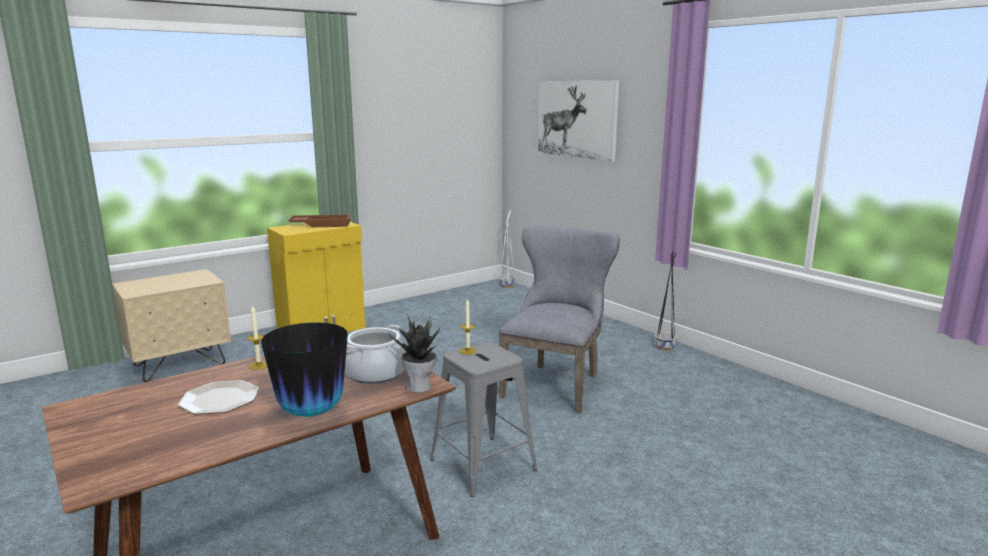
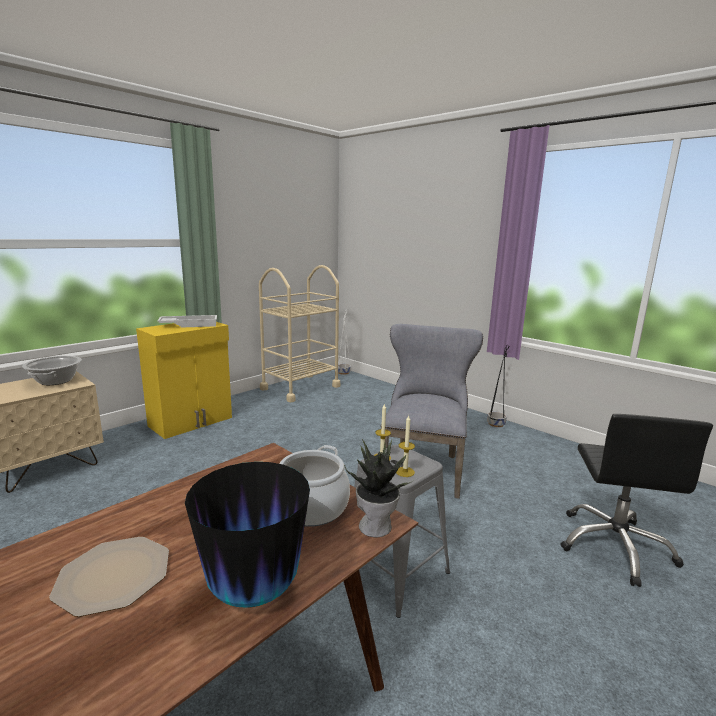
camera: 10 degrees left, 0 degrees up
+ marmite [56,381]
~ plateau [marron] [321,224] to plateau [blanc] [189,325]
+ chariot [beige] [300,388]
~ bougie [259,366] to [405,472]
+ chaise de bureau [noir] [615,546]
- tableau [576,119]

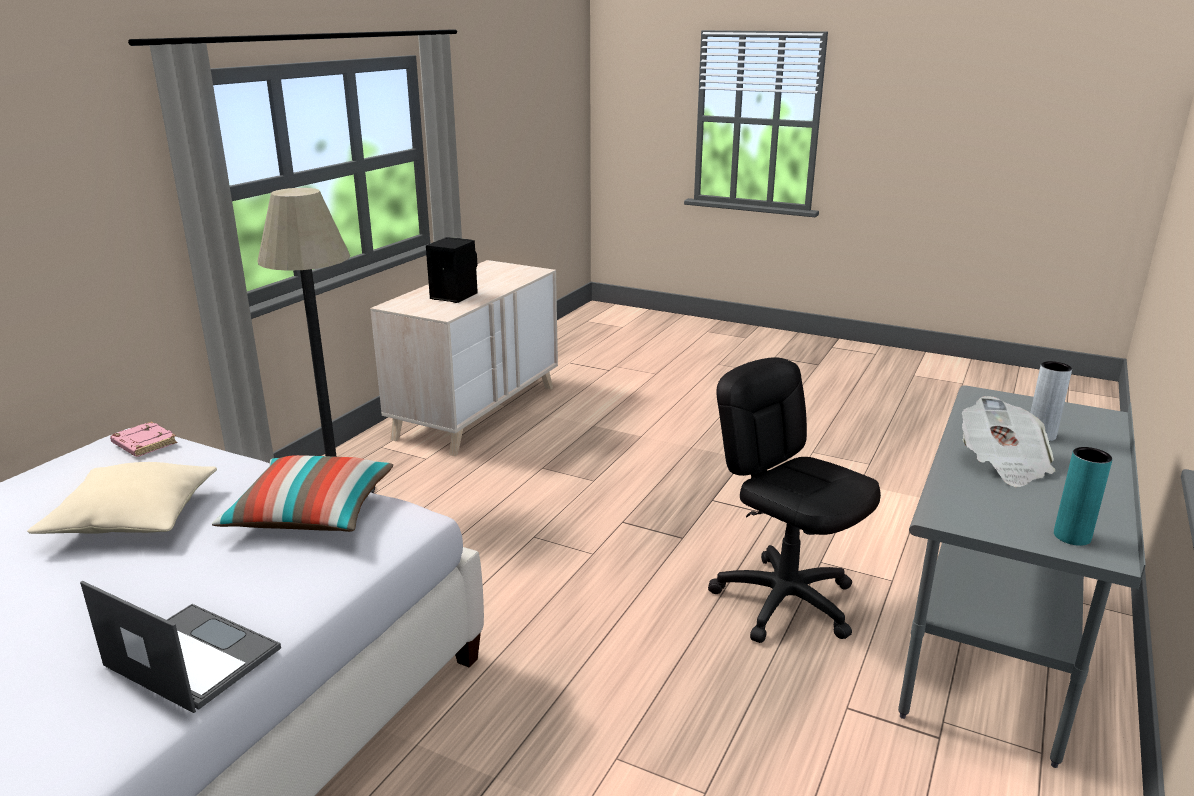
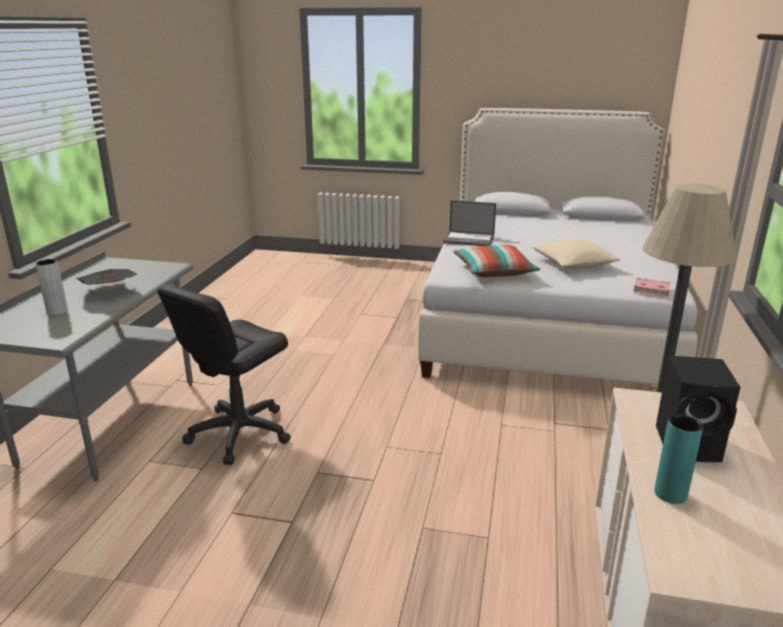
camera: 165 degrees right, 0 degrees up
~ chaise de bureau [noir] [784,601] = [239,433] 90 degrees clockwise
~ vase [turquoise] [1072,536] to [670,494]

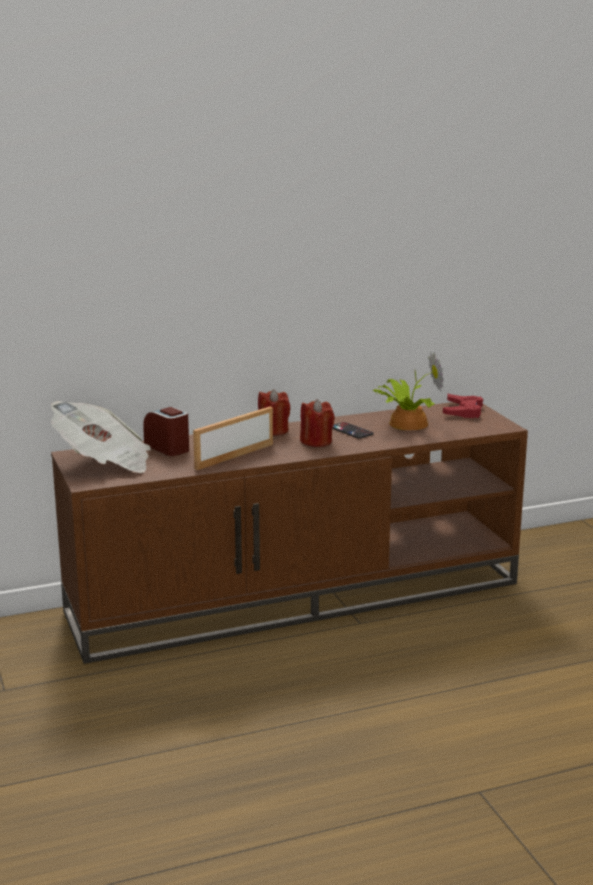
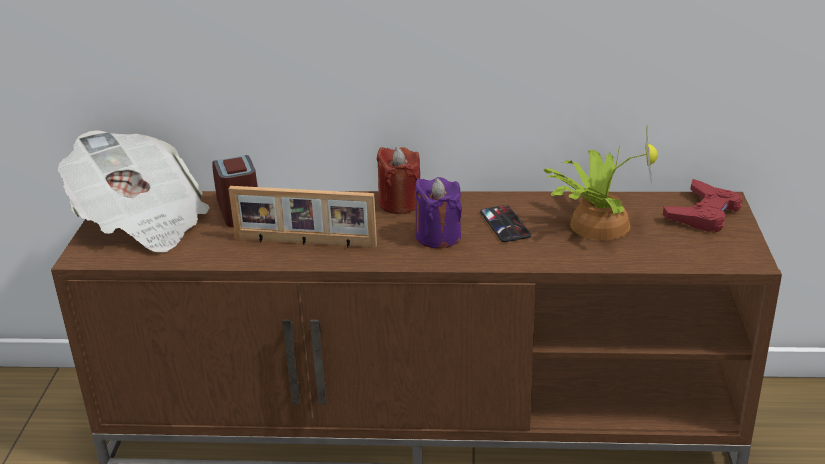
camera: 25 degrees right, 10 degrees up
~ cadre photo [233,456] = [305,243] 150 degrees counterclockwise
~ bougie [rouge] [316,442] to bougie [violet] [438,237]

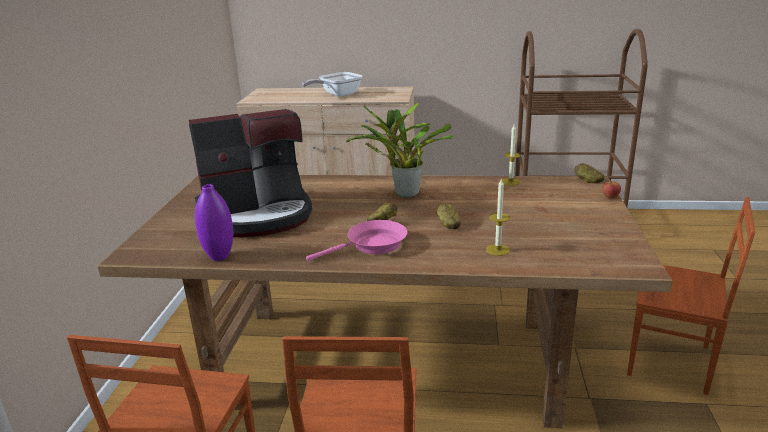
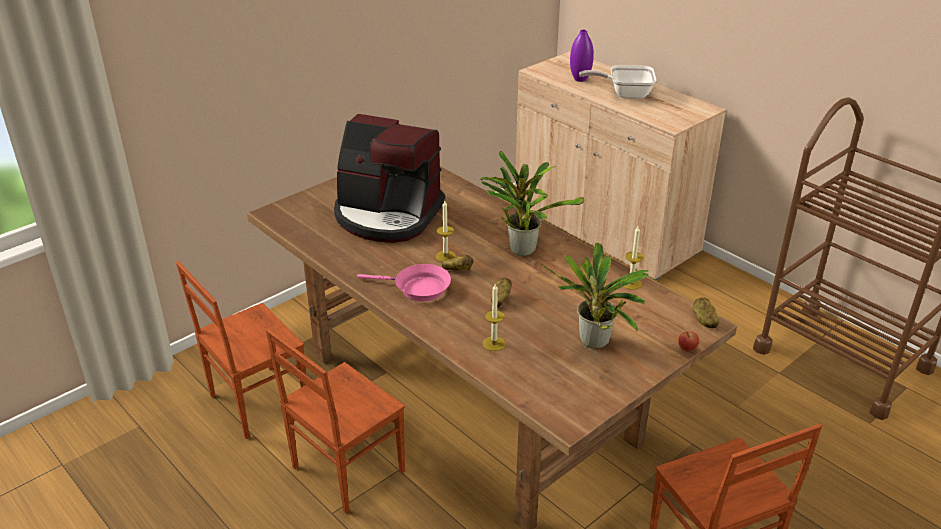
camera: 40 degrees right, 10 degrees up
+ bougie [445,256]
+ plante en pot [594,344]
~ vase [violet] [219,257] to [580,79]

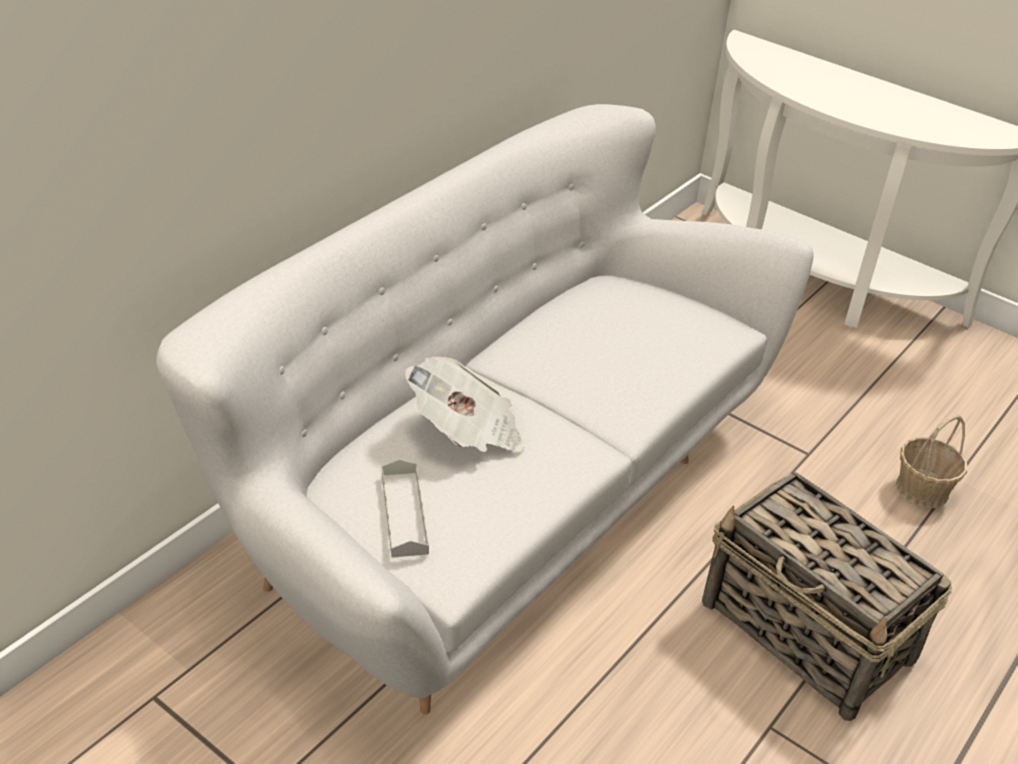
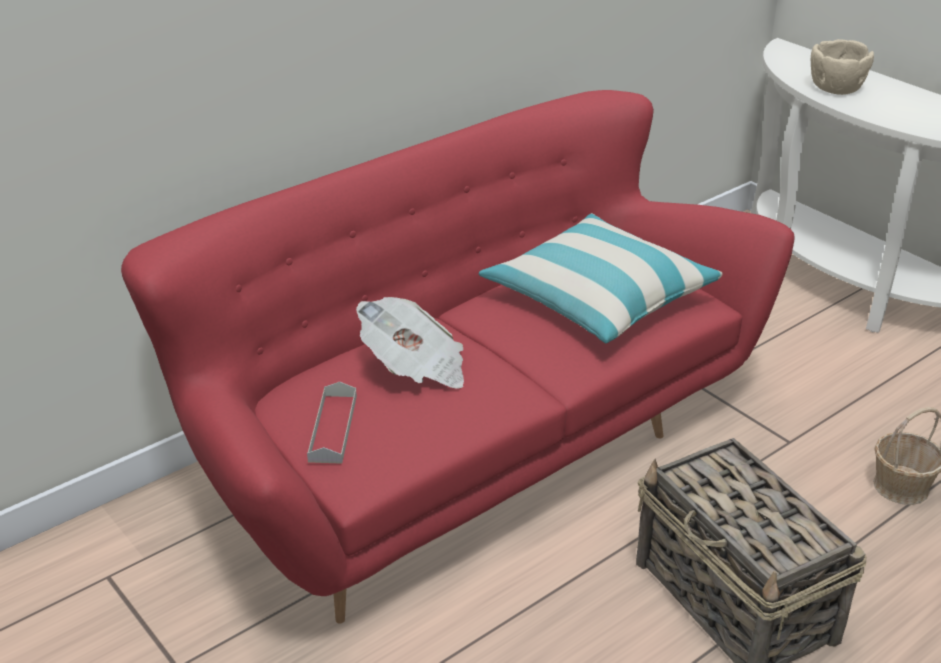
camera: 15 degrees right, 5 degrees down
~ canapé [blanc] [502,496] to canapé [rouge] [471,447]
+ coussin [598,297]
+ bol [beige] [835,88]

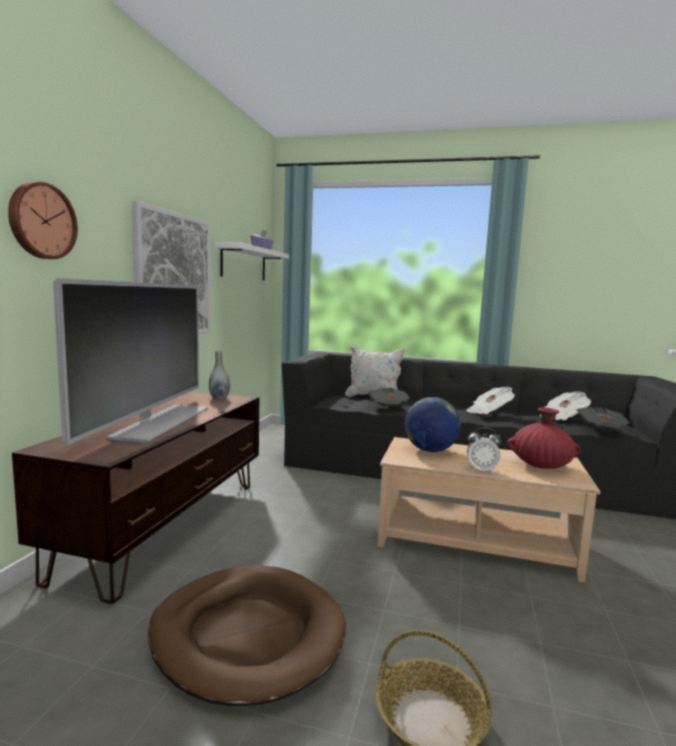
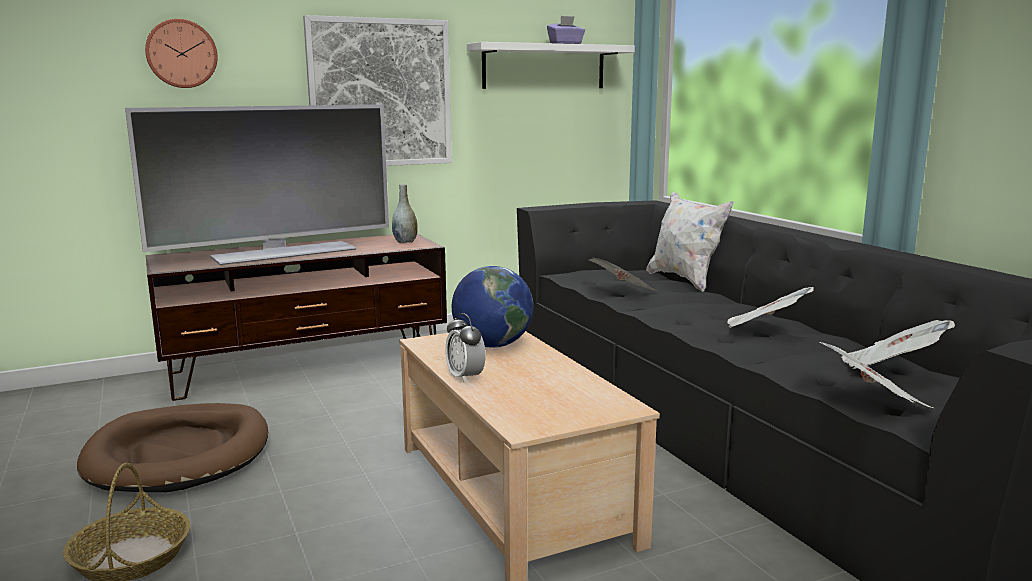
camera: 50 degrees right, 5 degrees up
- vase [rouge] [541,465]

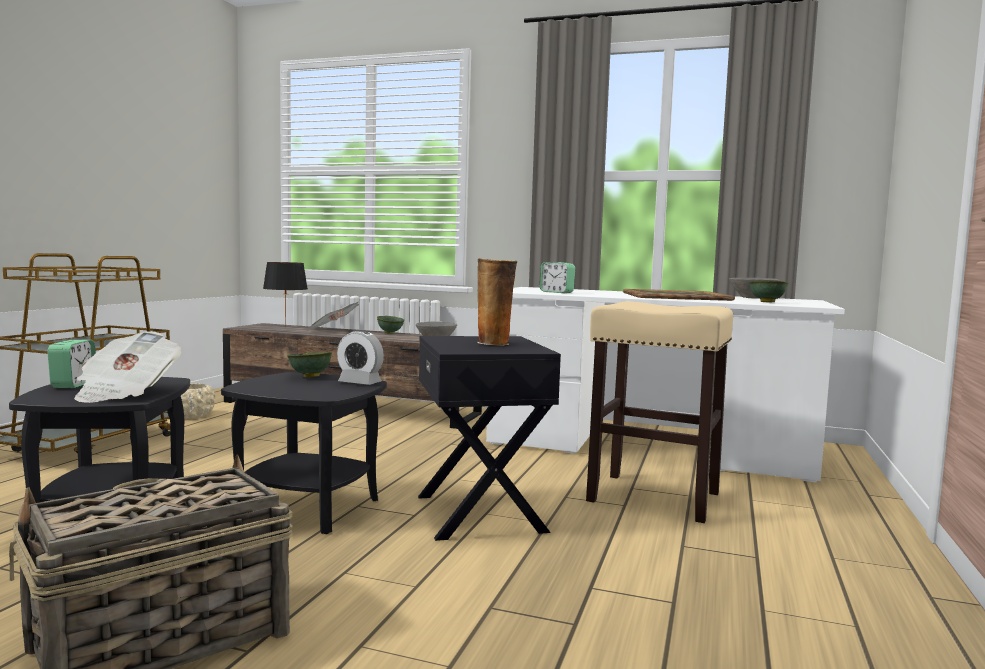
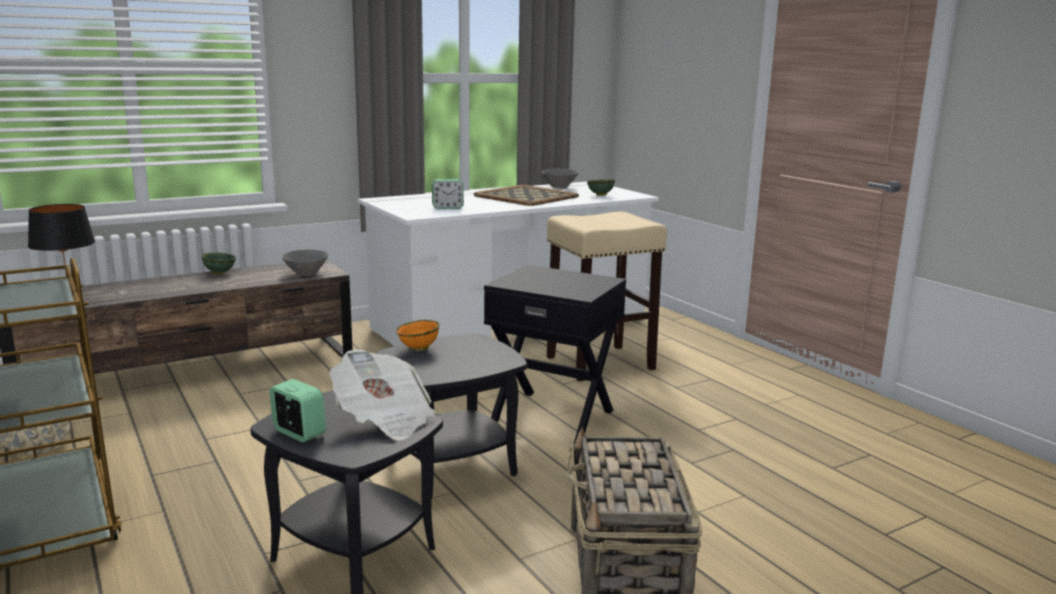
camera: 50 degrees left, 10 degrees up
~ bol [vert] [309,377] to bol [orange] [419,349]
- journal [333,330]
- réveil [359,382]
- vase [495,343]

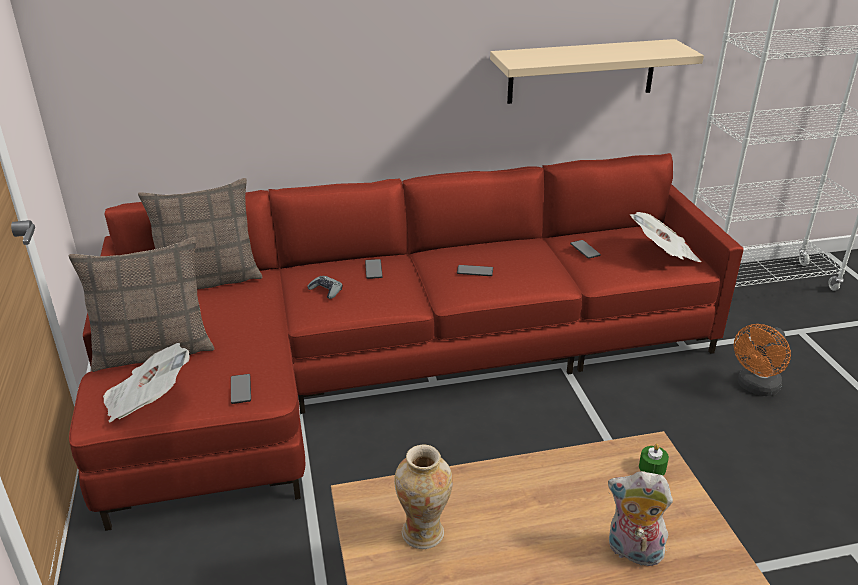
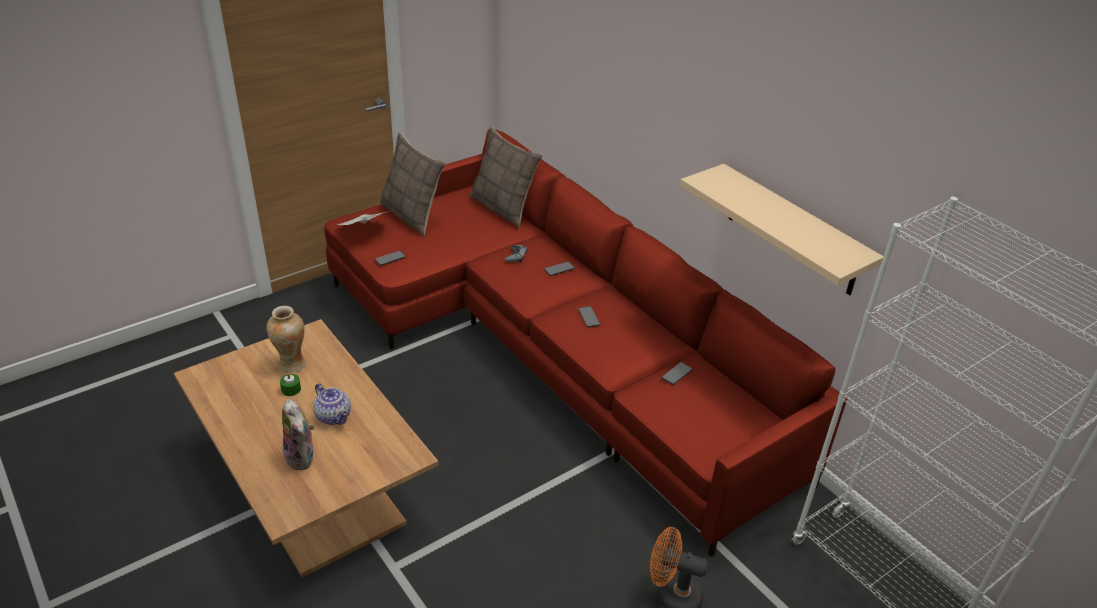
camera: 65 degrees right, 5 degrees up
~ bougie [vert] [652,468] to [291,389]
~ peluche [632,552] = [302,457] 150 degrees clockwise
+ théière [334,417]
- journal [663,254]

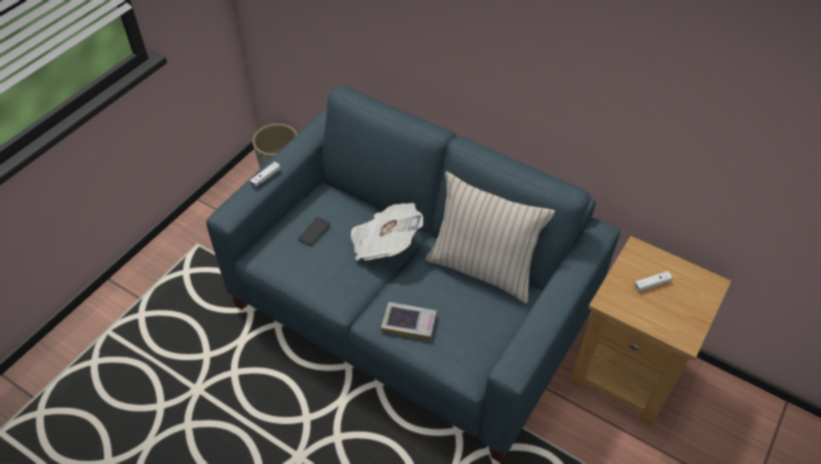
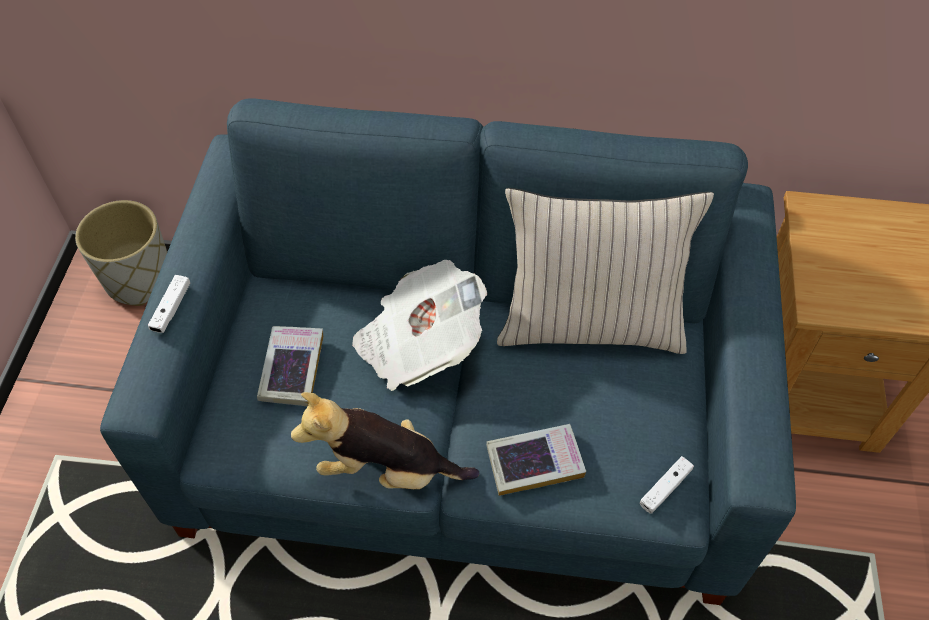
camera: 25 degrees left, 5 degrees up
~ téléphone [314,231] to livre [292,369]
+ peluche [387,469]
~ manette [blanc] [652,284] to [665,488]

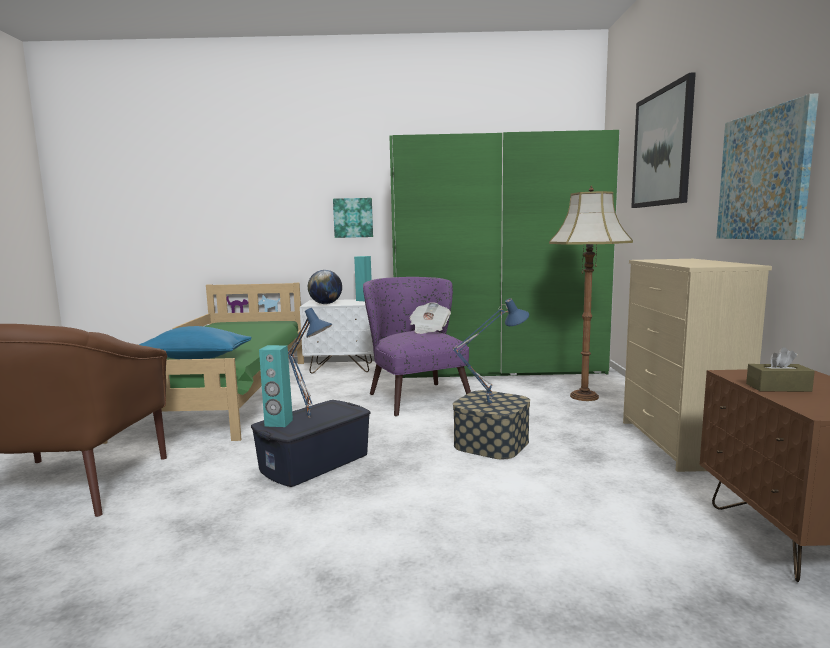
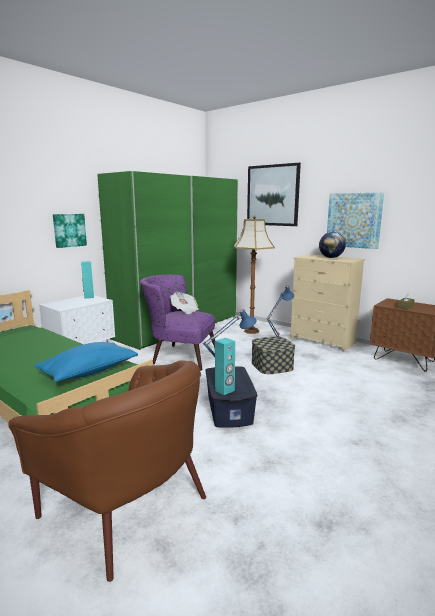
camera: 50 degrees left, 5 degrees up
~ globe [325,304] to [331,257]

